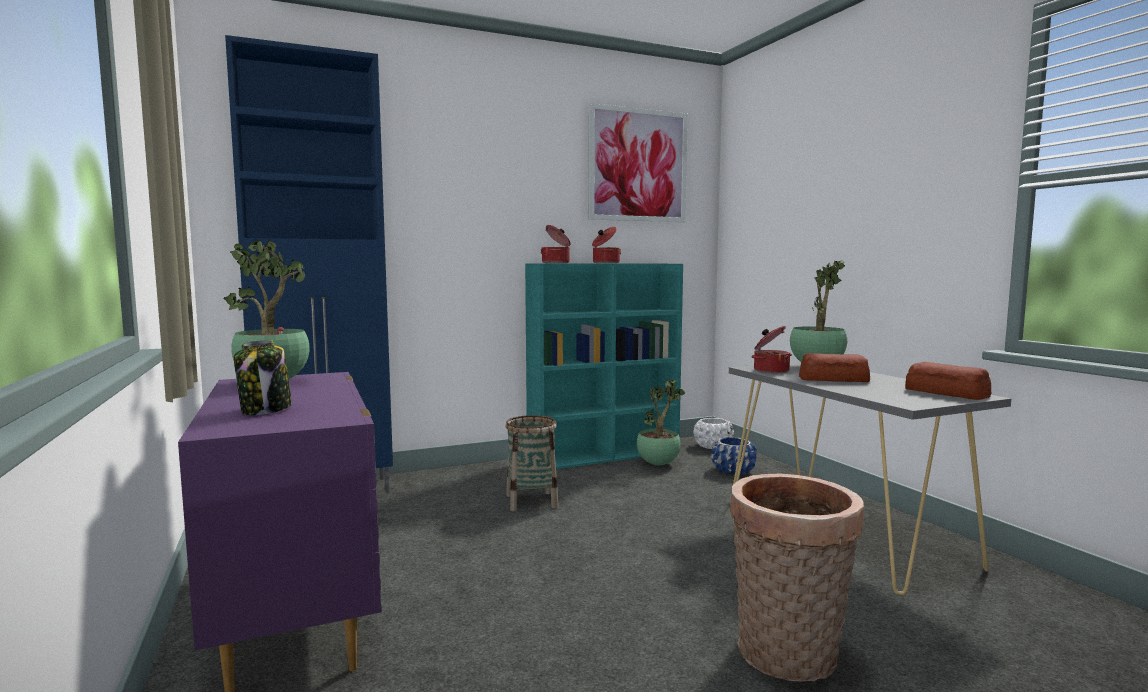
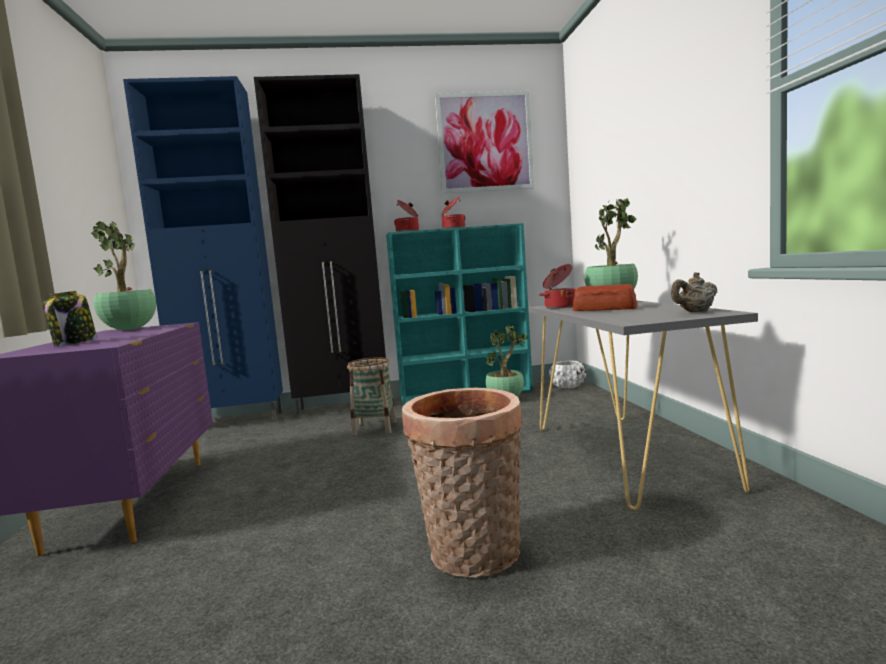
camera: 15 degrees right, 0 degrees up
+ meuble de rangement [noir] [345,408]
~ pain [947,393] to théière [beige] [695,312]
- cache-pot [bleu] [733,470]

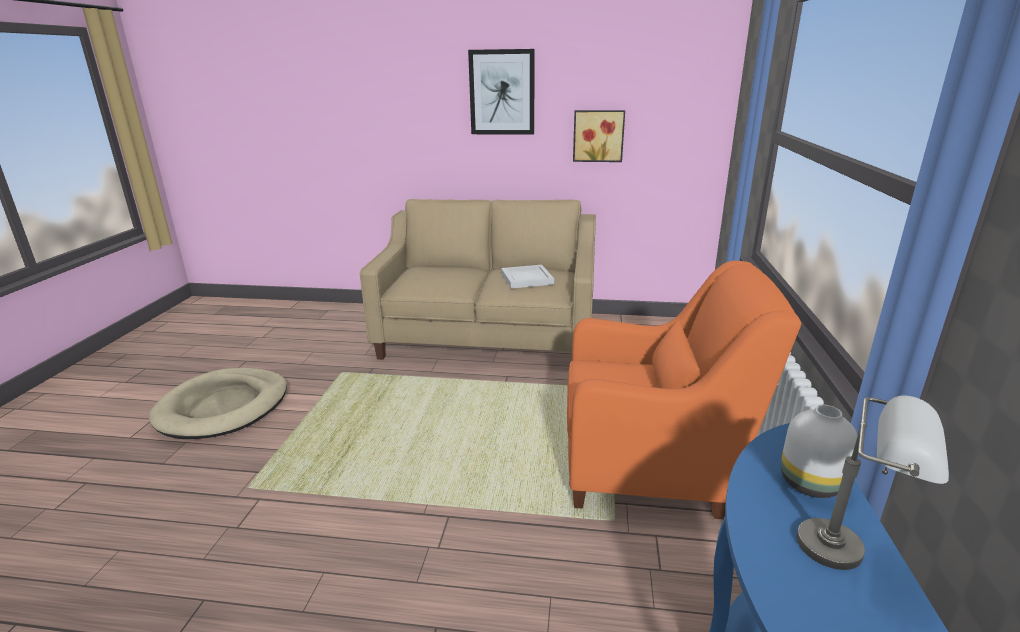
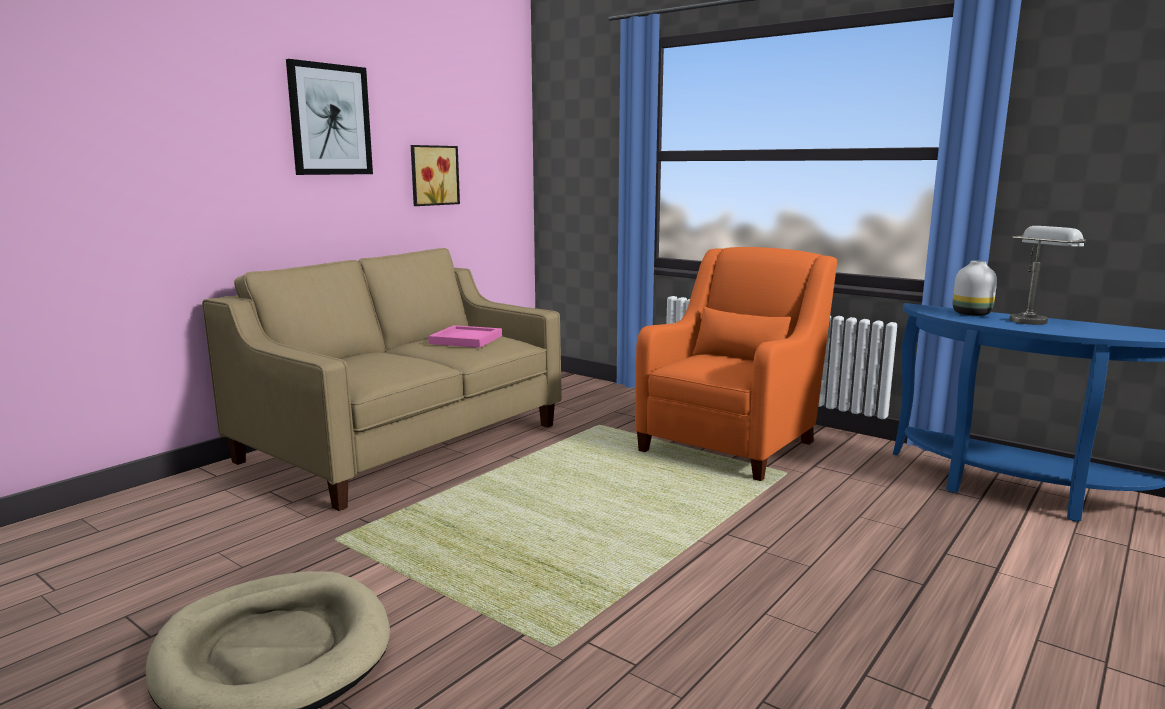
camera: 60 degrees left, 10 degrees down
~ plateau [blanc] [527,278] to plateau [rose] [465,339]

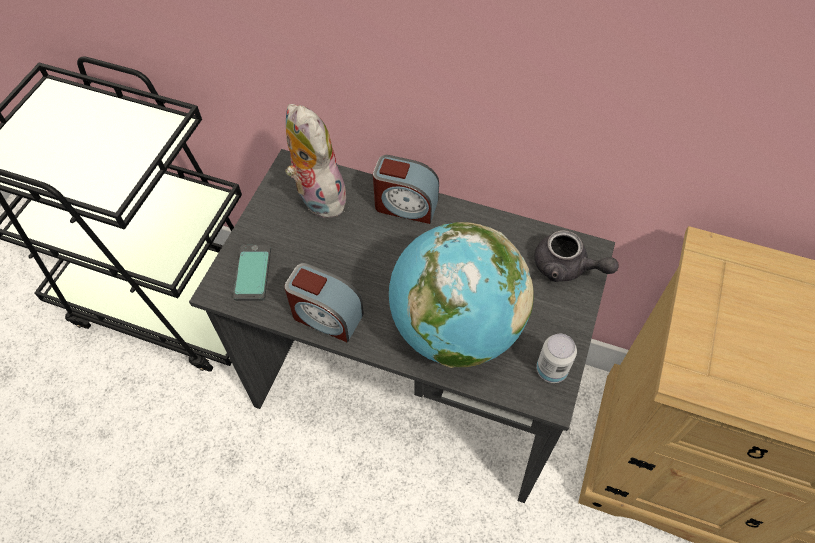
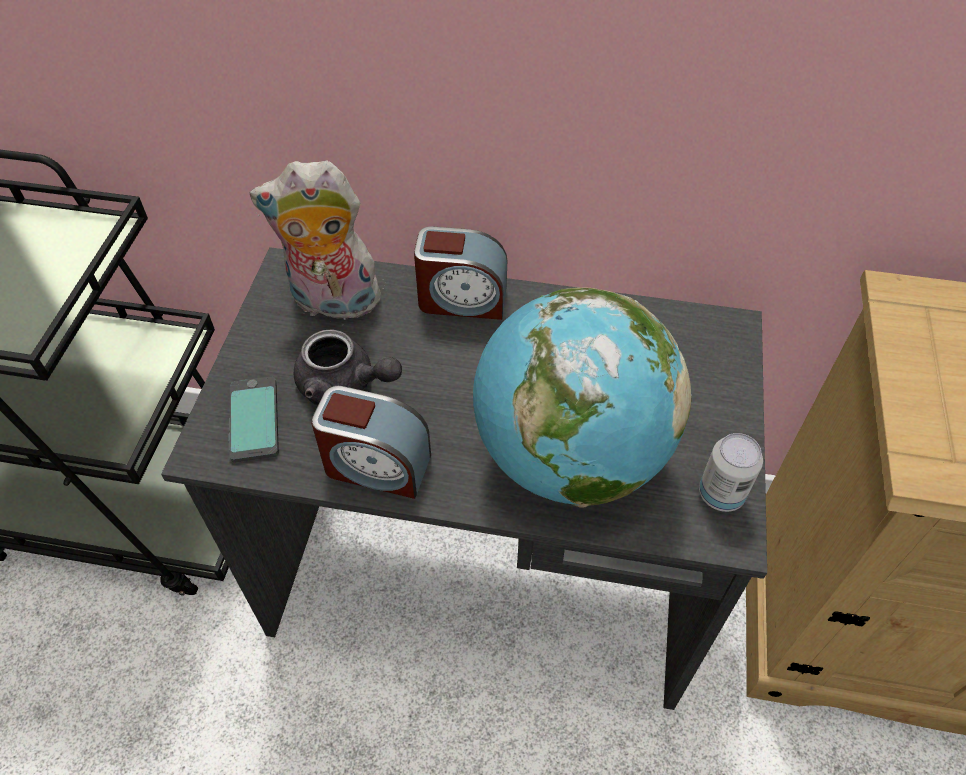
camera: 10 degrees left, 5 degrees down
~ peluche [317,196] = [332,303] 45 degrees counterclockwise
~ théière [gris] [567,268] to [344,385]

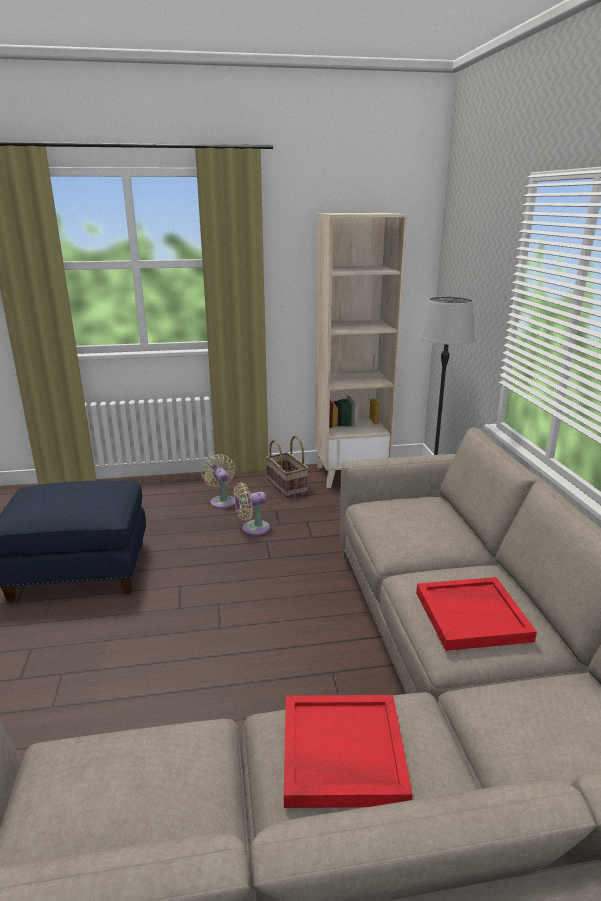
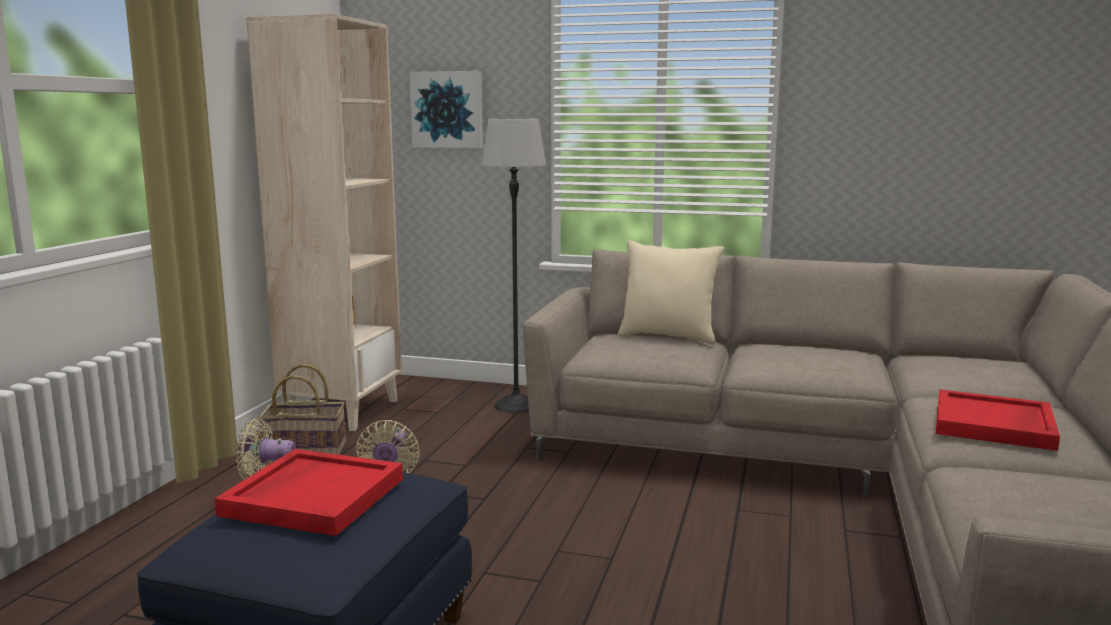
camera: 65 degrees left, 10 degrees down
~ plateau [rouge] [472,615] to [313,496]
+ tableau [447,109]
+ coussin [beige] [668,337]

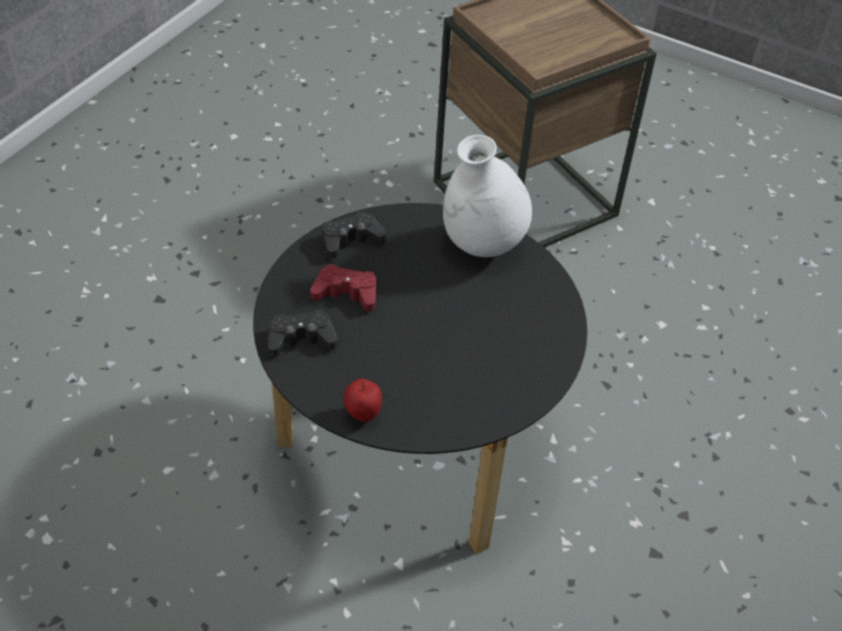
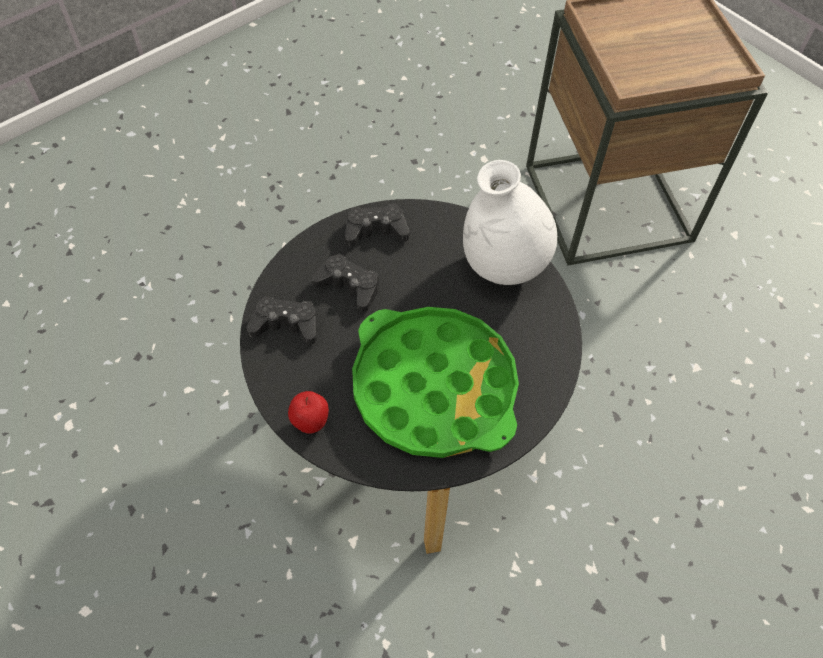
camera: 20 degrees right, 10 degrees up
~ manette [rouge] [346,293] to manette [noir] [348,287]
+ plateau [vert] [434,388]

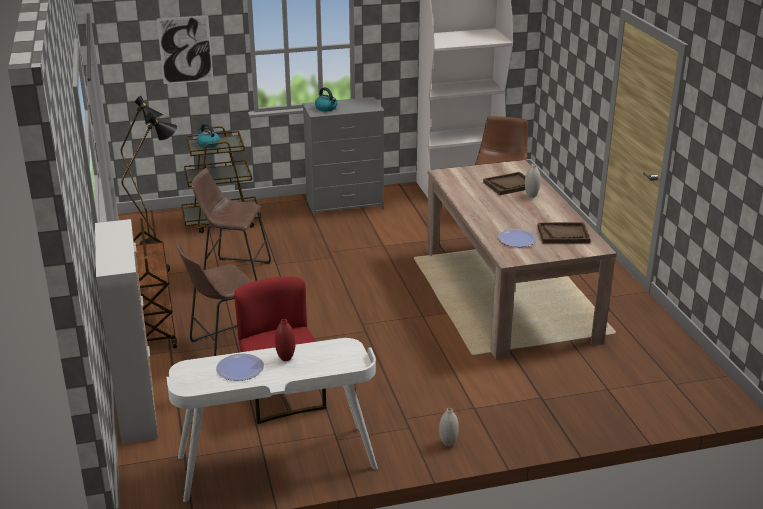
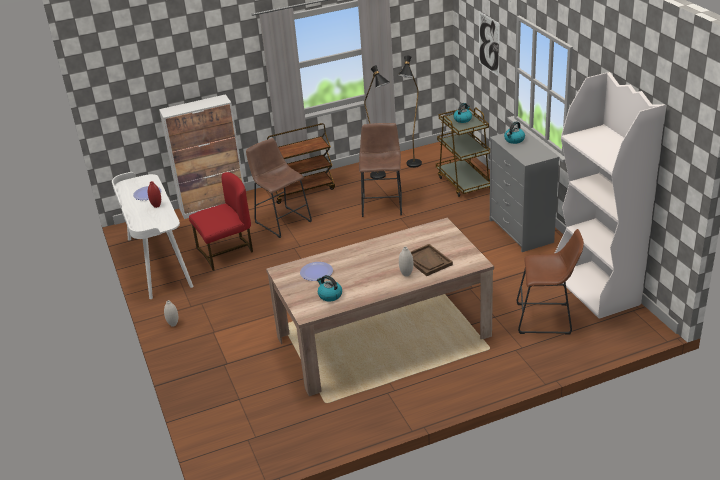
camera: 85 degrees right, 5 degrees up
~ plateau [marron] [563,234] to bouilloire [329,295]

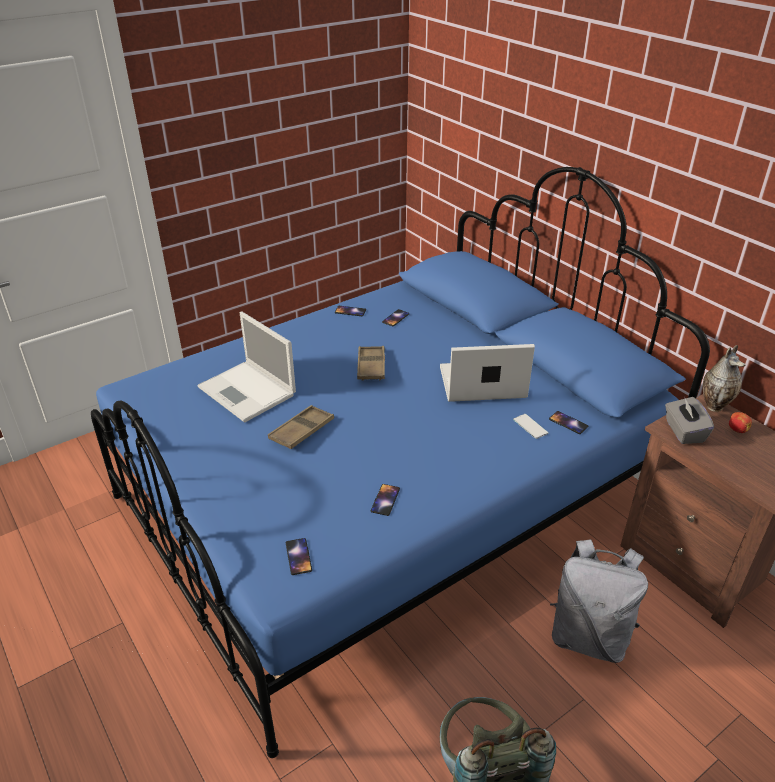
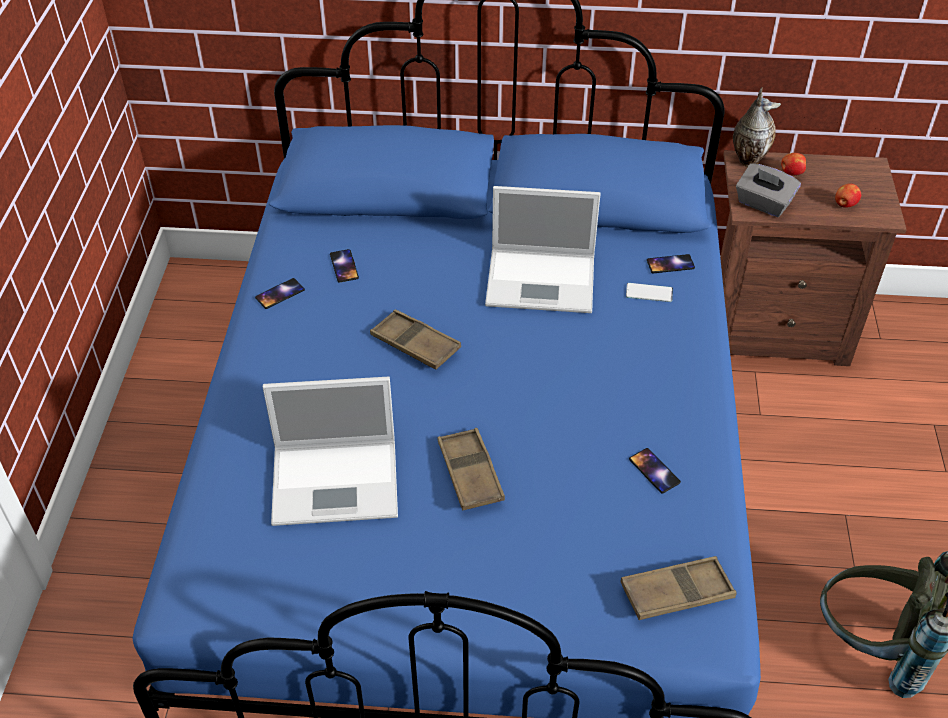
camera: 50 degrees left, 10 degrees up
~ ordinateur portable [480,383] = [543,280] 120 degrees counterclockwise
~ téléphone [298,556] to plateau [marron] [676,592]
+ pomme [845,204]
- sac à dos [gris] [588,636]

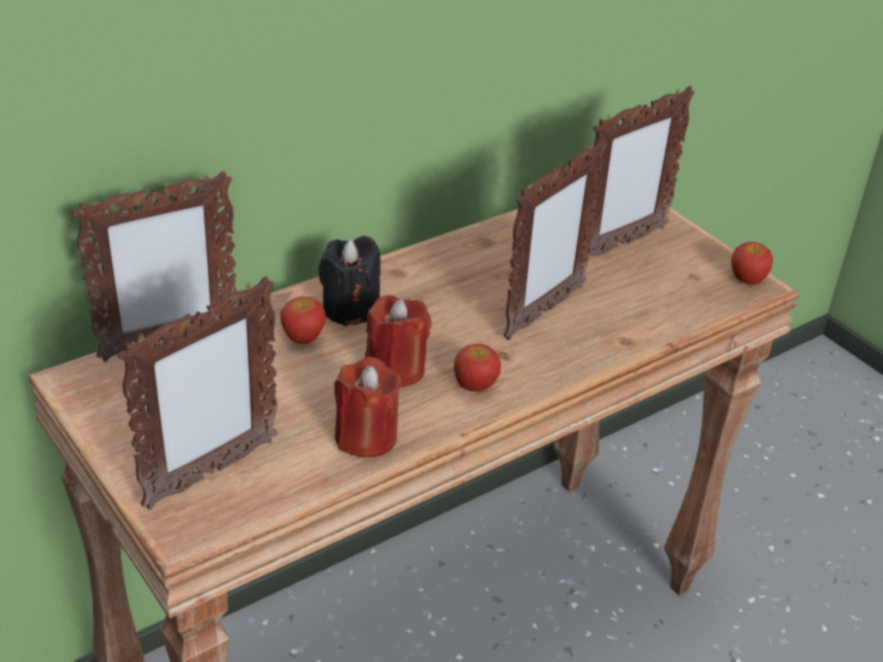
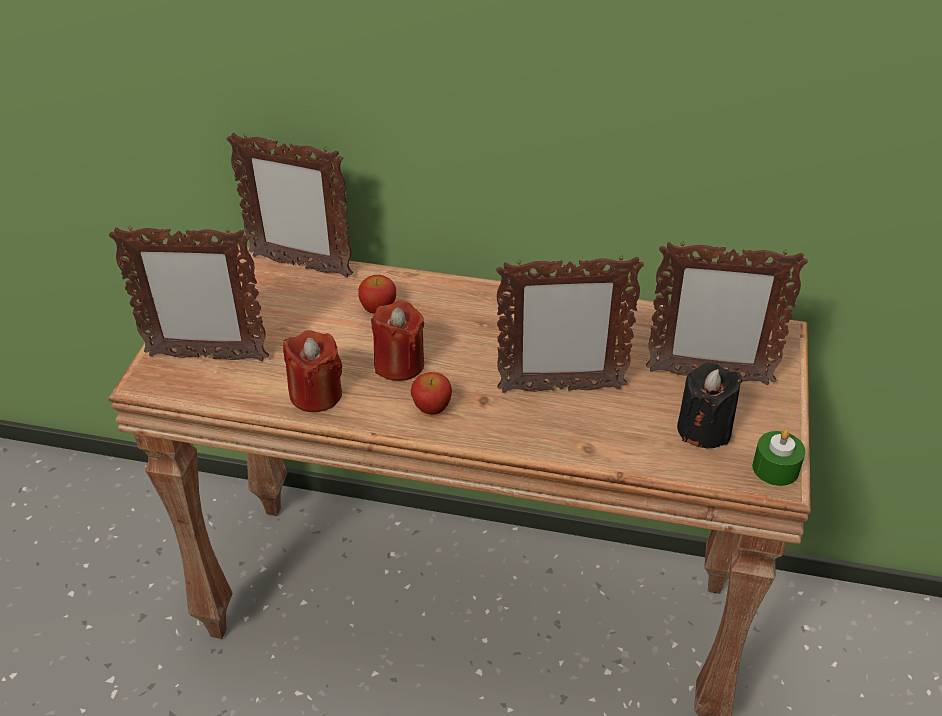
camera: 50 degrees right, 5 degrees up
~ bougie [noir] [350,309] to [704,429]
~ pomme [747,279] to bougie [vert] [775,468]

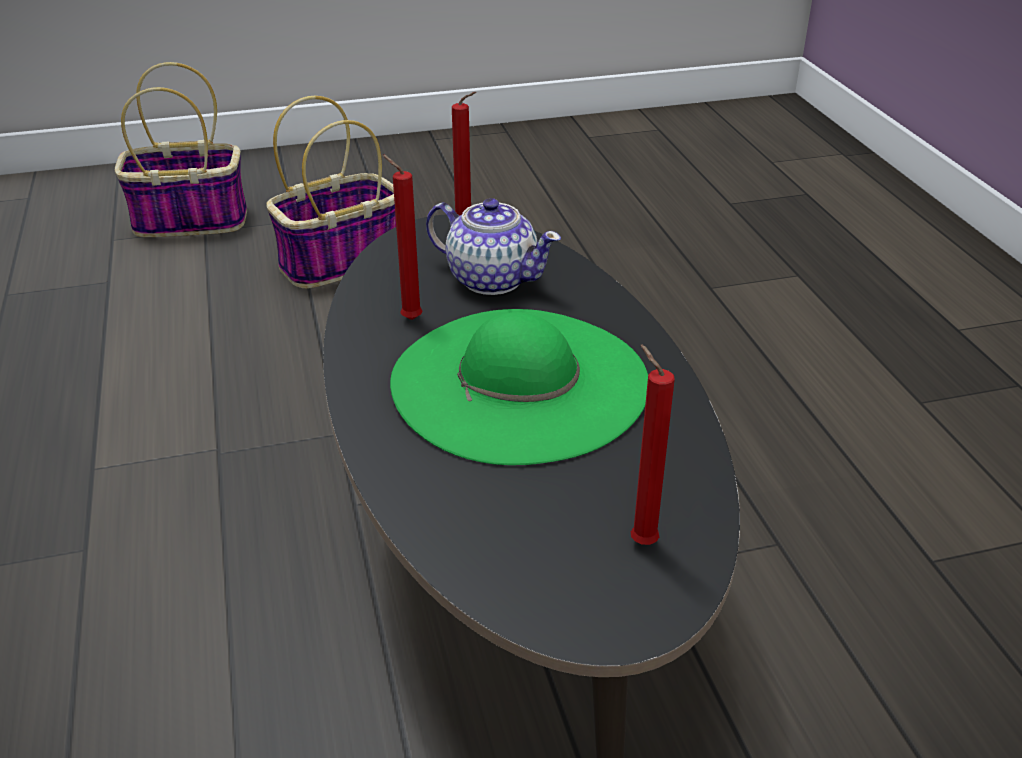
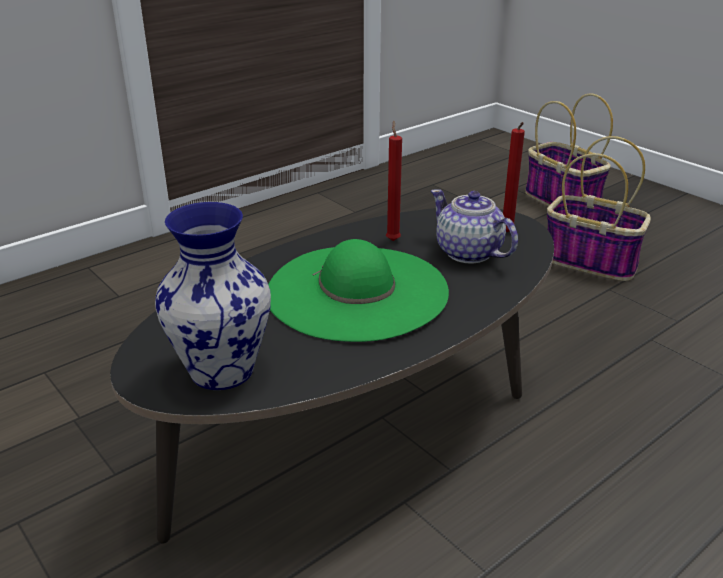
camera: 65 degrees right, 5 degrees down
~ bougie [rouge] [640,541] to vase [224,370]
~ théière [491,278] = [469,253] 135 degrees clockwise

